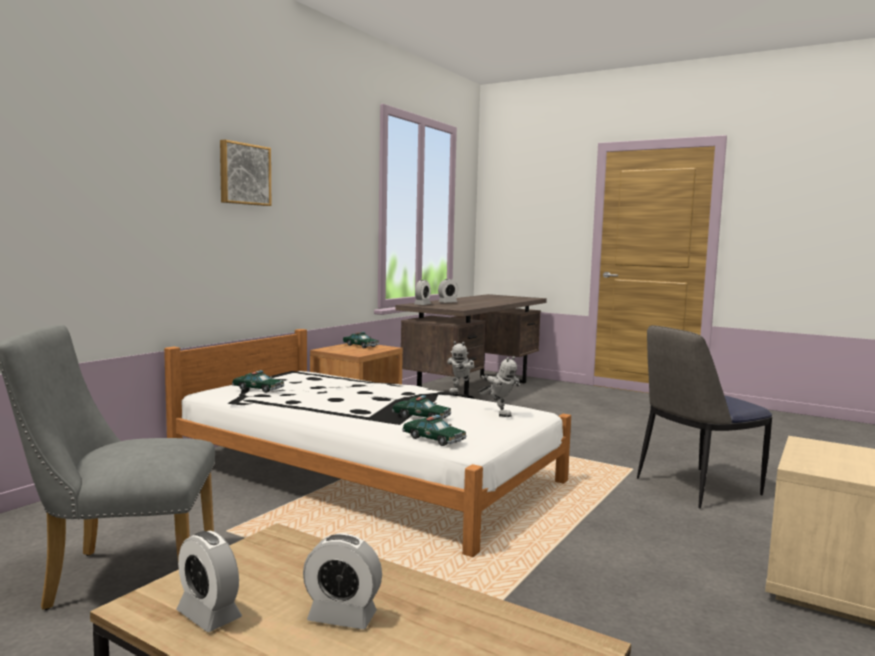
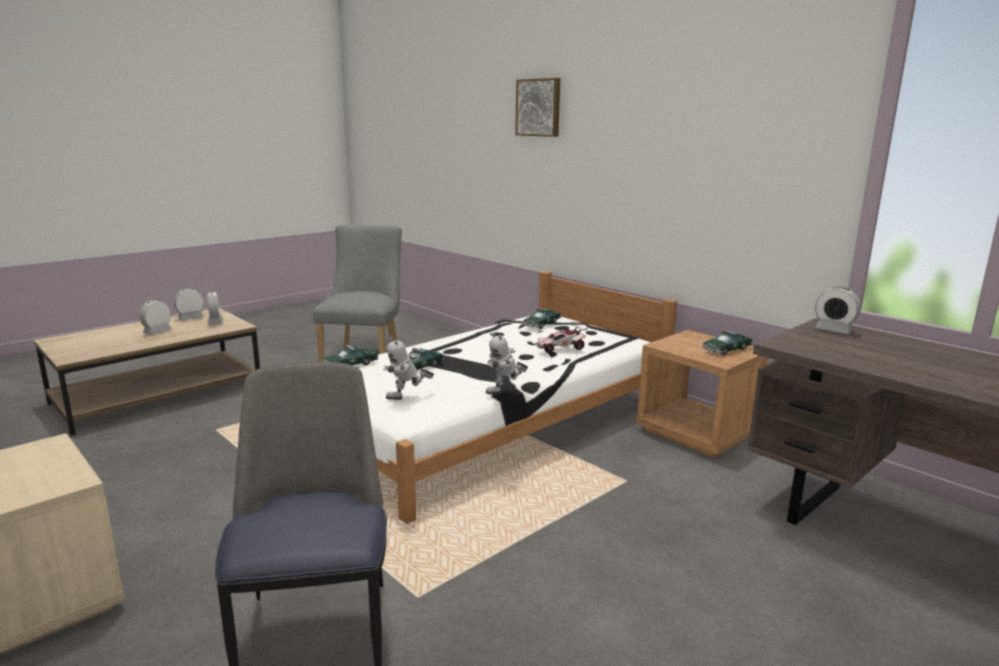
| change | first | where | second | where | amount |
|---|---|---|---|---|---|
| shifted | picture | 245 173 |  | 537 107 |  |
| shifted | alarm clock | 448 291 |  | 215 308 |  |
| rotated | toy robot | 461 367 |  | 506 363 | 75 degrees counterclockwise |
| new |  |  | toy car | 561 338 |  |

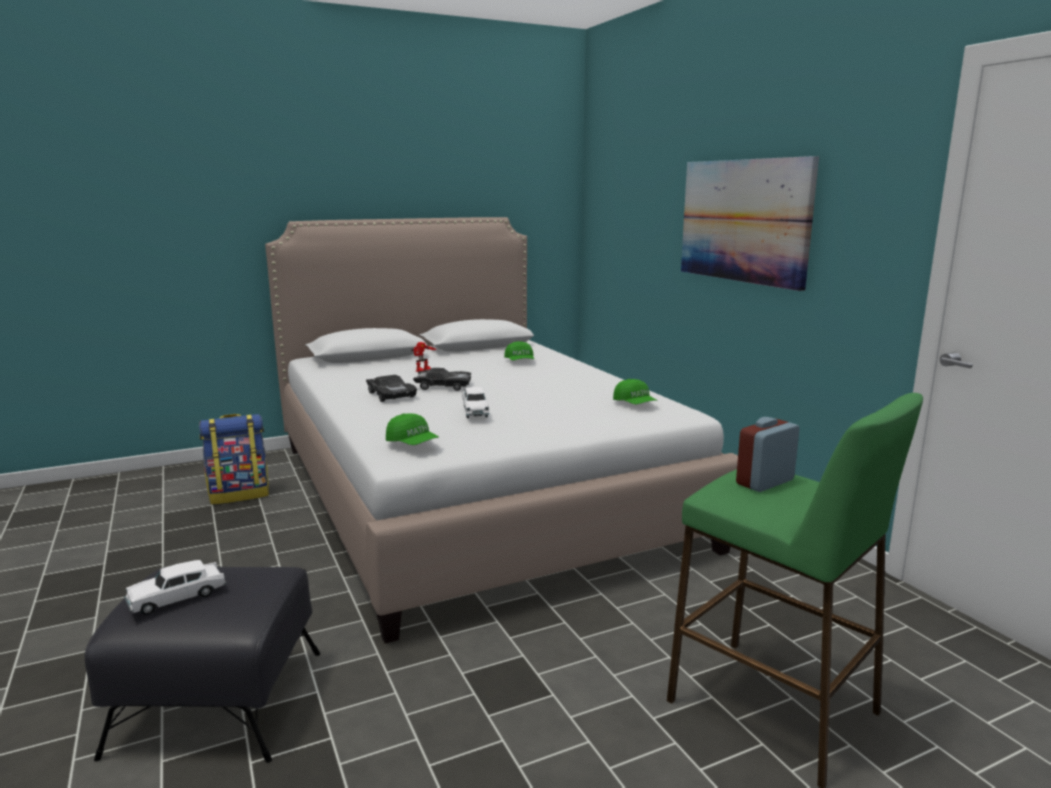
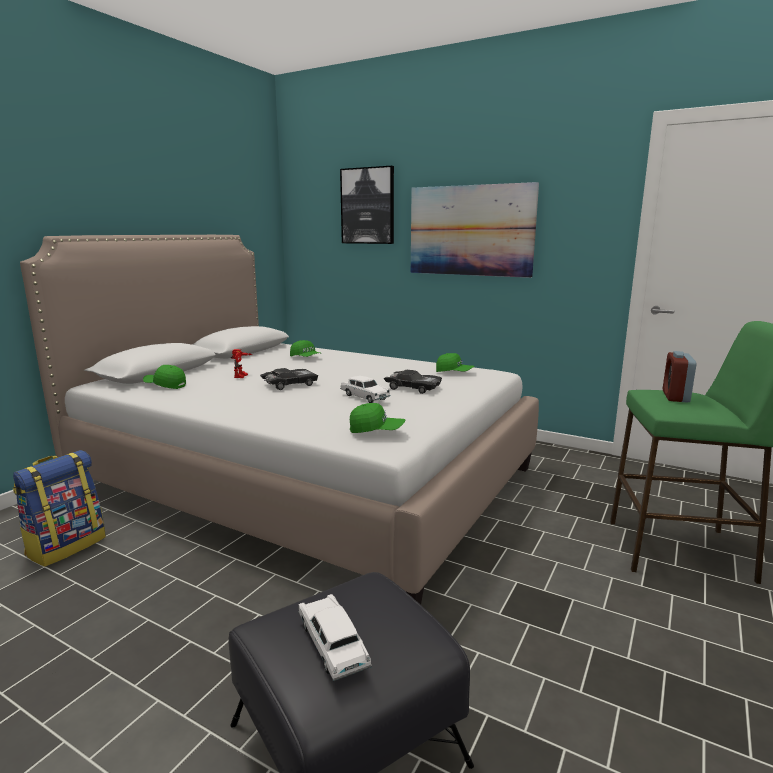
| change | first | where | second | where | amount |
|---|---|---|---|---|---|
| rotated | toy car (white) | 176 587 |  | 335 637 | 135 degrees clockwise |
| shifted | toy car (black) | 391 388 |  | 413 382 |  |
| new |  |  | cap (green) | 164 377 |  |
| new |  |  | picture | 367 205 |  |

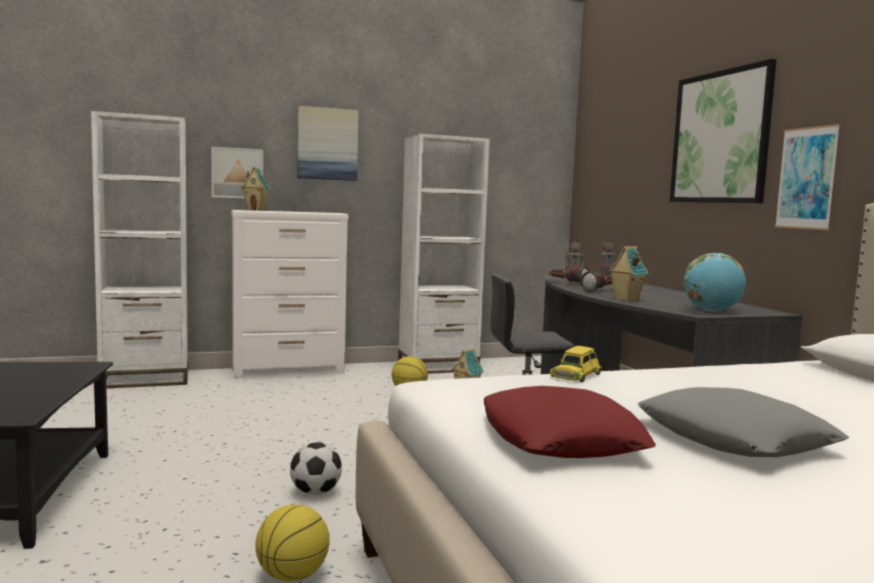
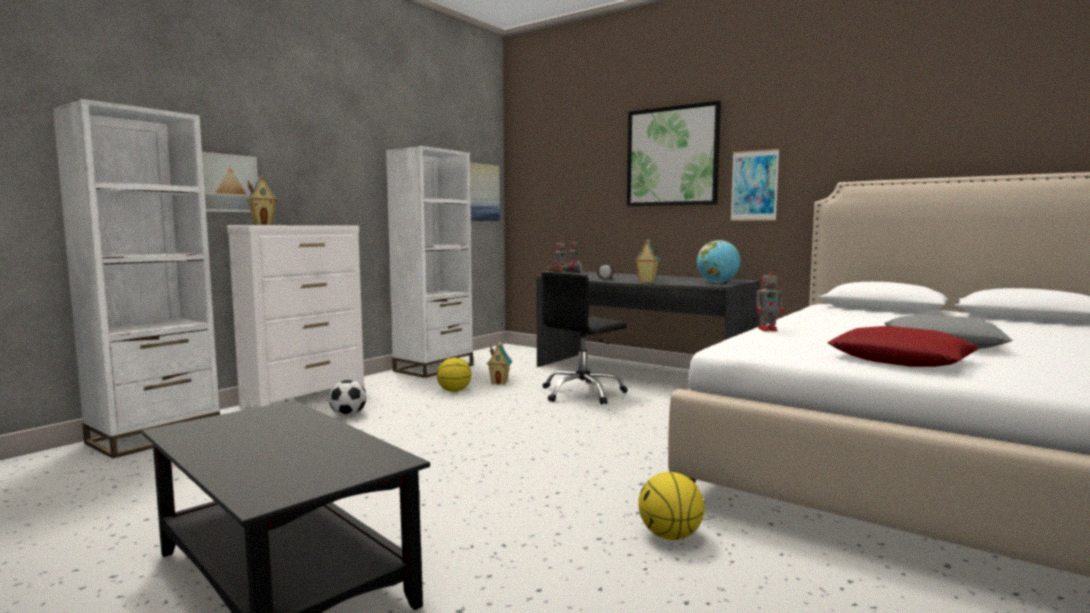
| change | first | where | second | where | amount |
|---|---|---|---|---|---|
| shifted | football | 316 468 |  | 347 398 |  |
| shifted | picture | 328 143 |  | 485 191 |  |
| swapped | toy car (yellow) | 576 364 | toy robot | 769 300 |  |

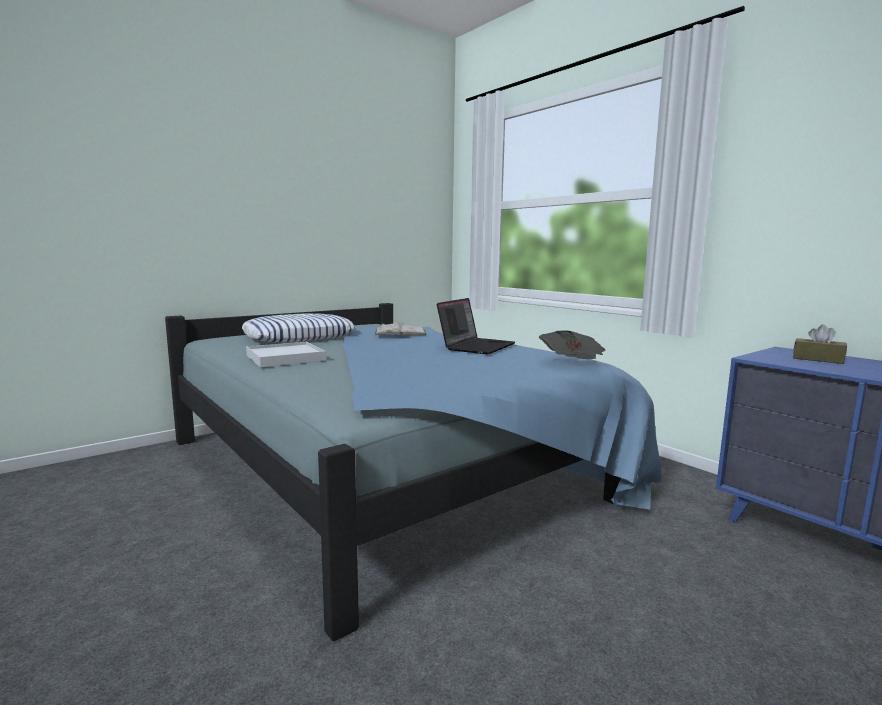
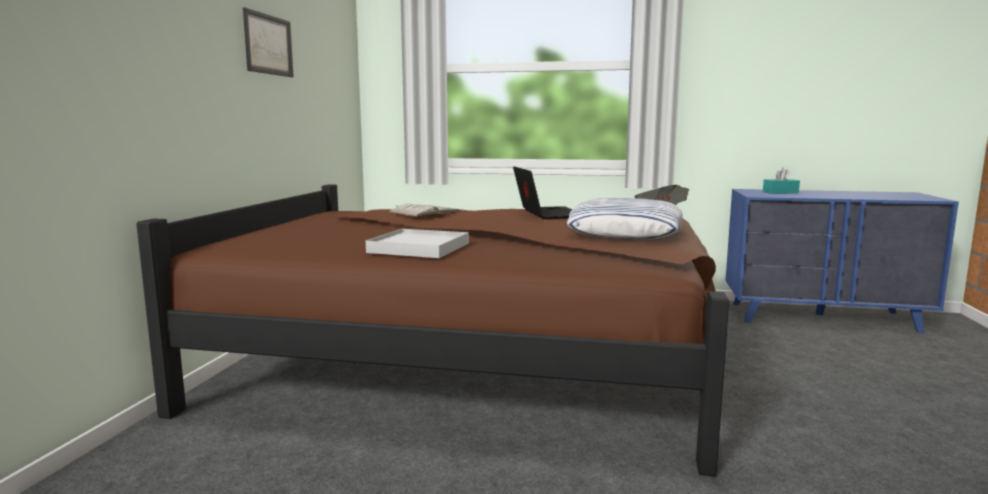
| change | first | where | second | where | amount |
|---|---|---|---|---|---|
| repainted | bed (blue) | 413 472 | bed (brown) | 432 330 |  |
| shifted | pillow | 298 328 |  | 625 218 |  |
| repainted | tissue box (brown) | 820 344 | tissue box (turquoise) | 781 180 |  |
| new |  |  | picture | 268 42 |  |

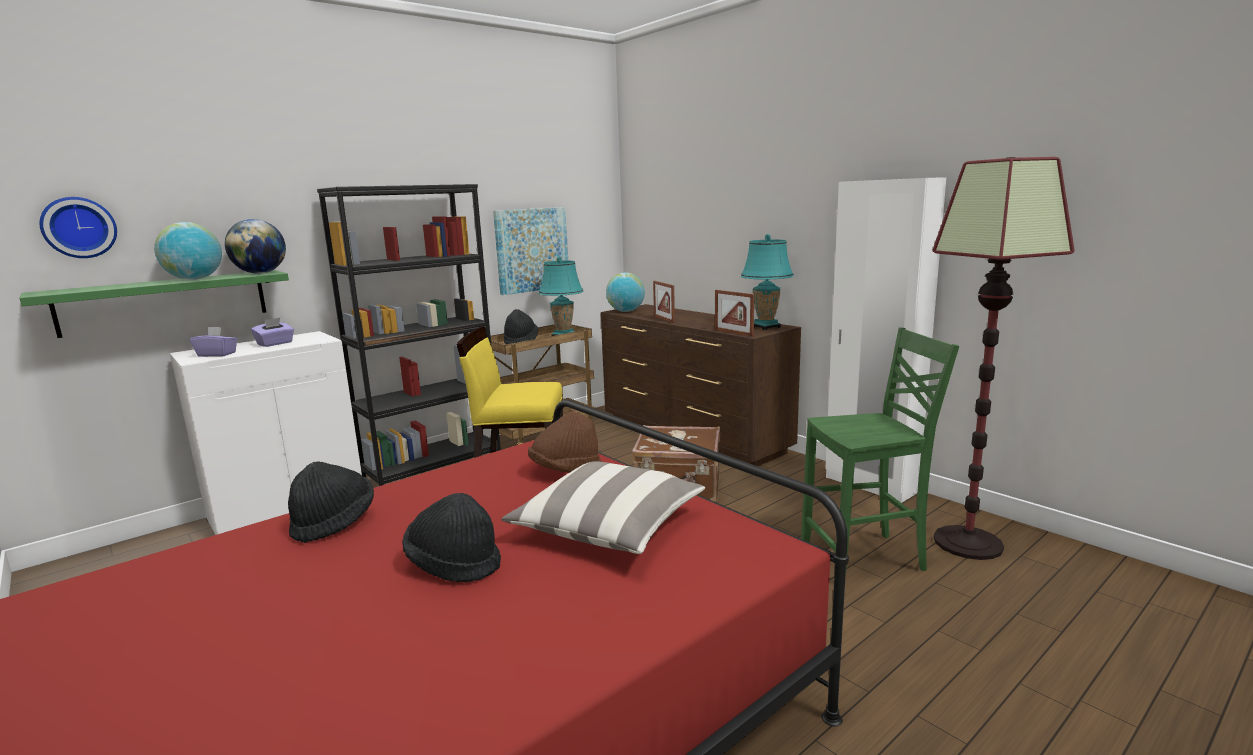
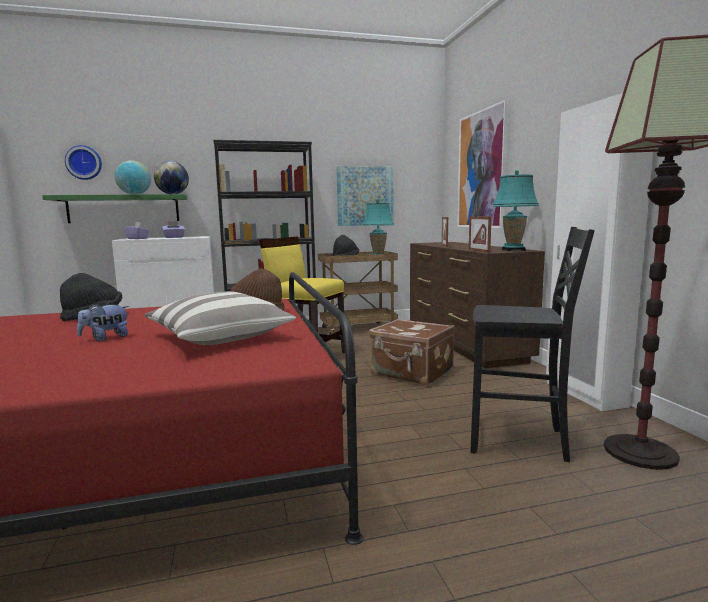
| change | first | where | second | where | amount |
|---|---|---|---|---|---|
| swapped | hat (black) | 451 537 | plush toy | 103 322 |  |
| gone | globe | 625 292 |  |  |  |
| repainted | chair (green) | 880 452 | chair (black) | 533 344 |  |
| new |  |  | picture | 483 164 |  |

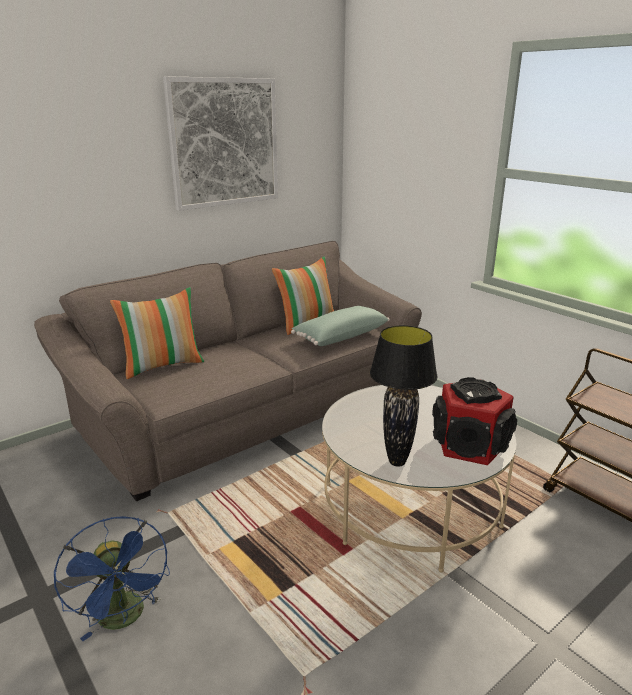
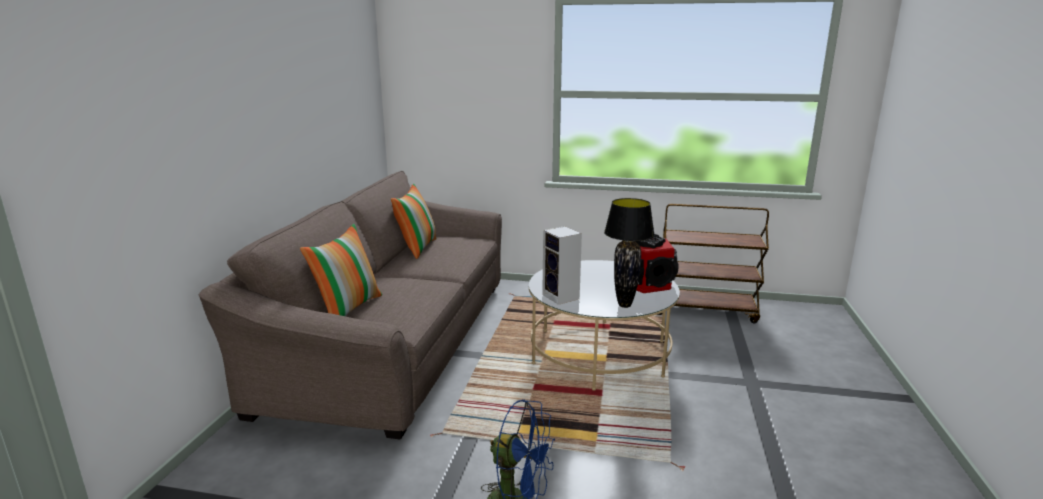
| change | first | where | second | where | amount |
|---|---|---|---|---|---|
| gone | picture | 220 143 |  |  |  |
| gone | pillow (green) | 340 326 |  |  |  |
| new |  |  | speaker | 562 265 |  |

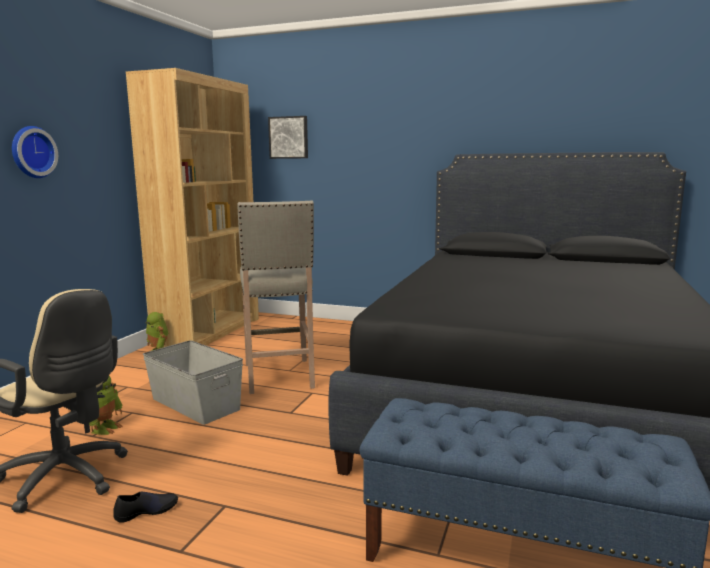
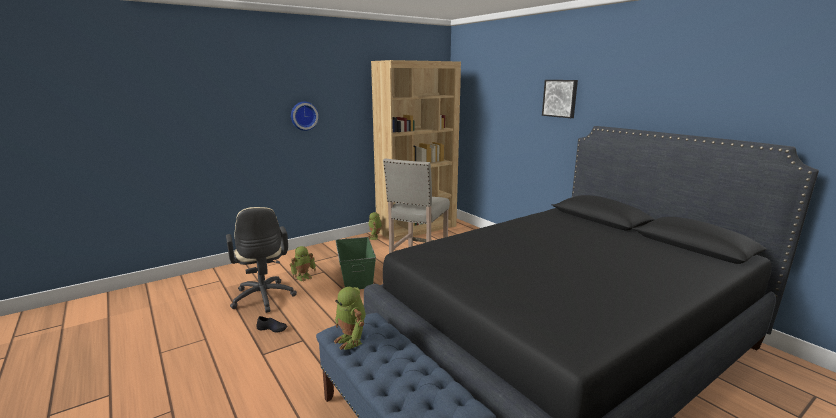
| change | first | where | second | where | amount |
|---|---|---|---|---|---|
| repainted | storage box (grey) | 193 382 | storage box (green) | 356 263 |  |
| shifted | picture | 288 137 |  | 560 99 |  |
| new |  |  | toy robot | 350 318 |  |

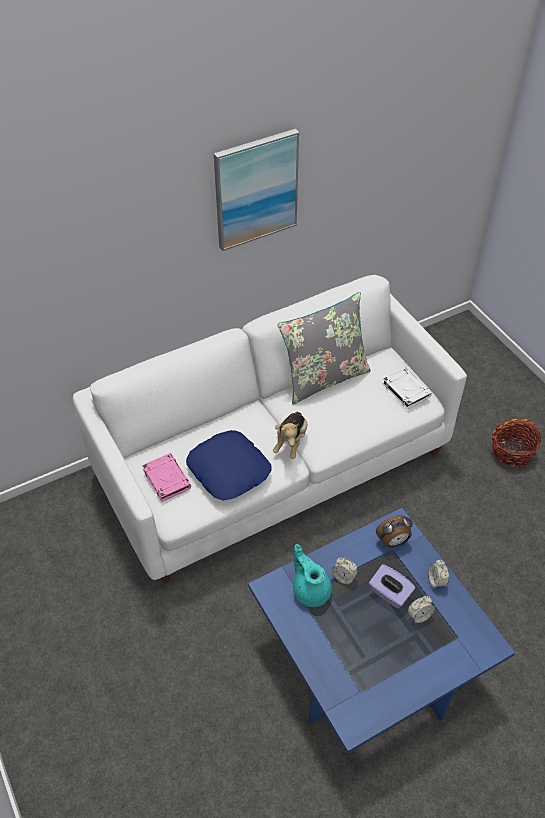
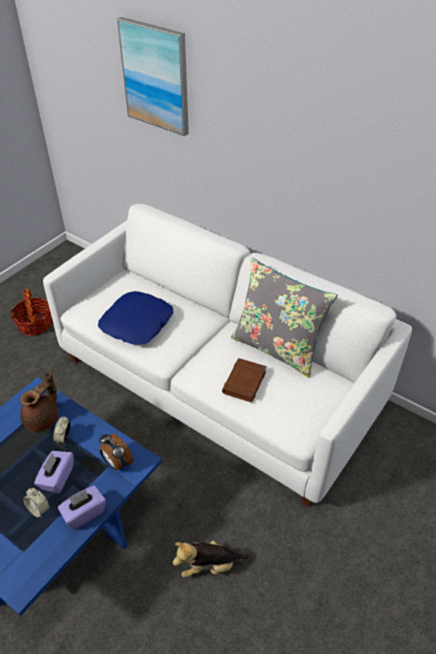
| change | first | where | second | where | amount |
|---|---|---|---|---|---|
| gone | book (pink) | 166 477 |  |  |  |
| shifted | picture | 256 190 |  | 153 76 |  |
| shifted | plush toy | 290 435 |  | 211 559 |  |
| repainted | teapot (turquoise) | 312 575 | teapot (brown) | 39 401 |  |
| gone | book (white) | 407 388 |  |  |  |
| swapped | alarm clock | 438 574 | tissue box (purple) | 82 507 |  |
| shifted | basket | 517 442 |  | 32 312 |  |
| new |  |  | book (brown) | 244 380 |  |

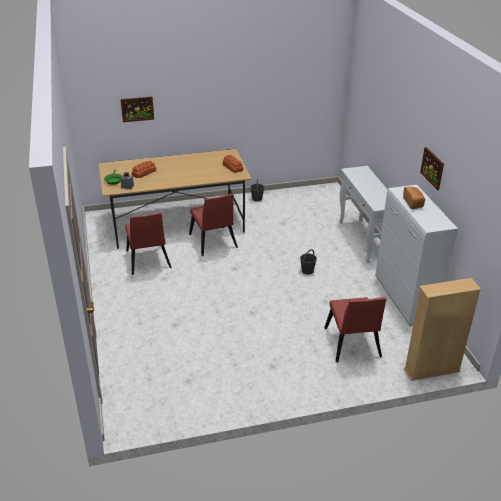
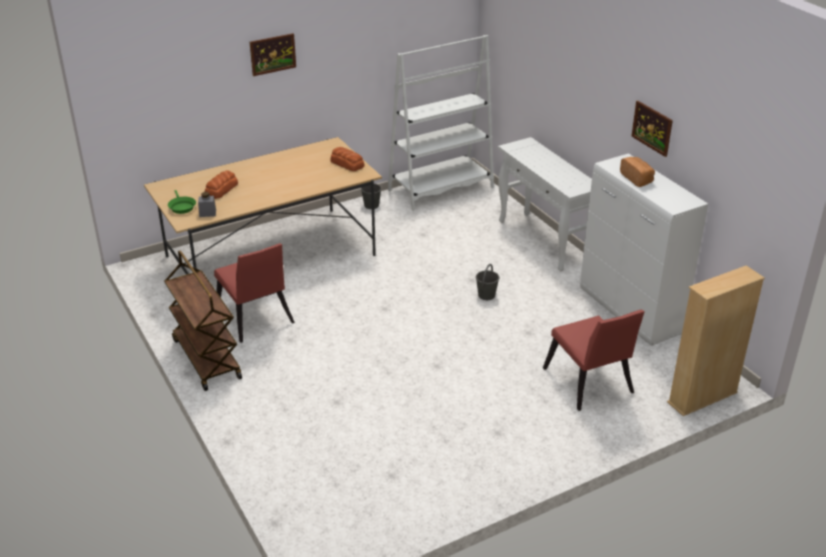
| change | first | where | second | where | amount |
|---|---|---|---|---|---|
| shifted | picture | 137 109 |  | 273 54 |  |
| gone | chair (red) | 213 225 |  |  |  |
| new |  |  | cart (brown) | 203 320 |  |
| new |  |  | bookcase (white) | 441 123 |  |

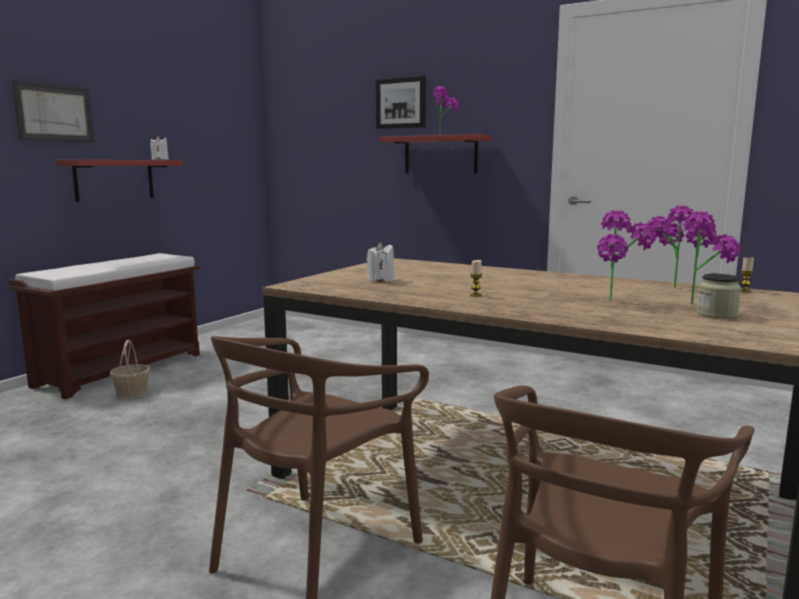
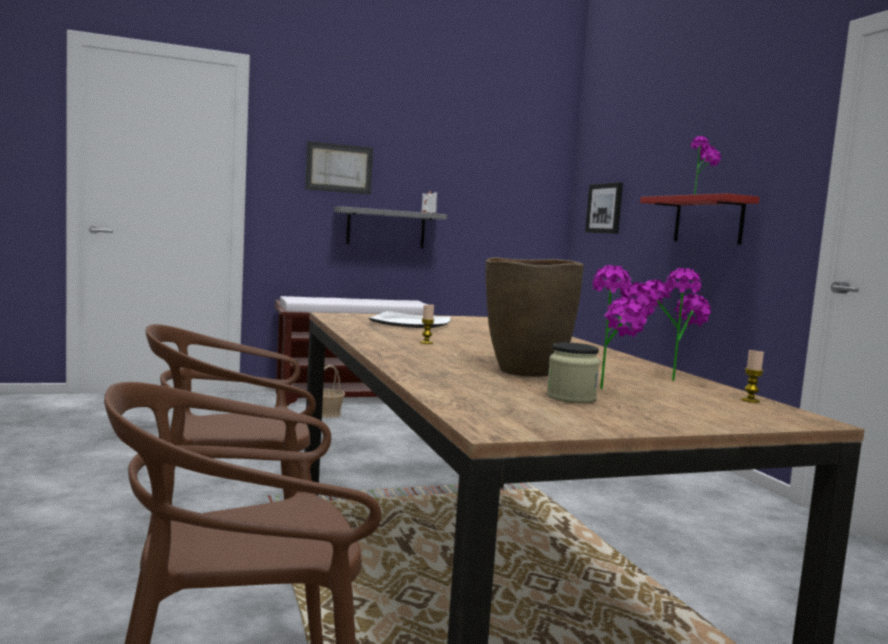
| change | first | where | second | where | amount |
|---|---|---|---|---|---|
| repainted | shelf (red) | 120 181 | shelf (grey) | 390 227 |  |
| swapped | candle (white) | 380 262 | plate | 409 319 |  |
| shifted | picture | 401 102 |  | 604 208 |  |
| swapped | potted plant | 626 255 | vase (brown) | 535 317 |  |

